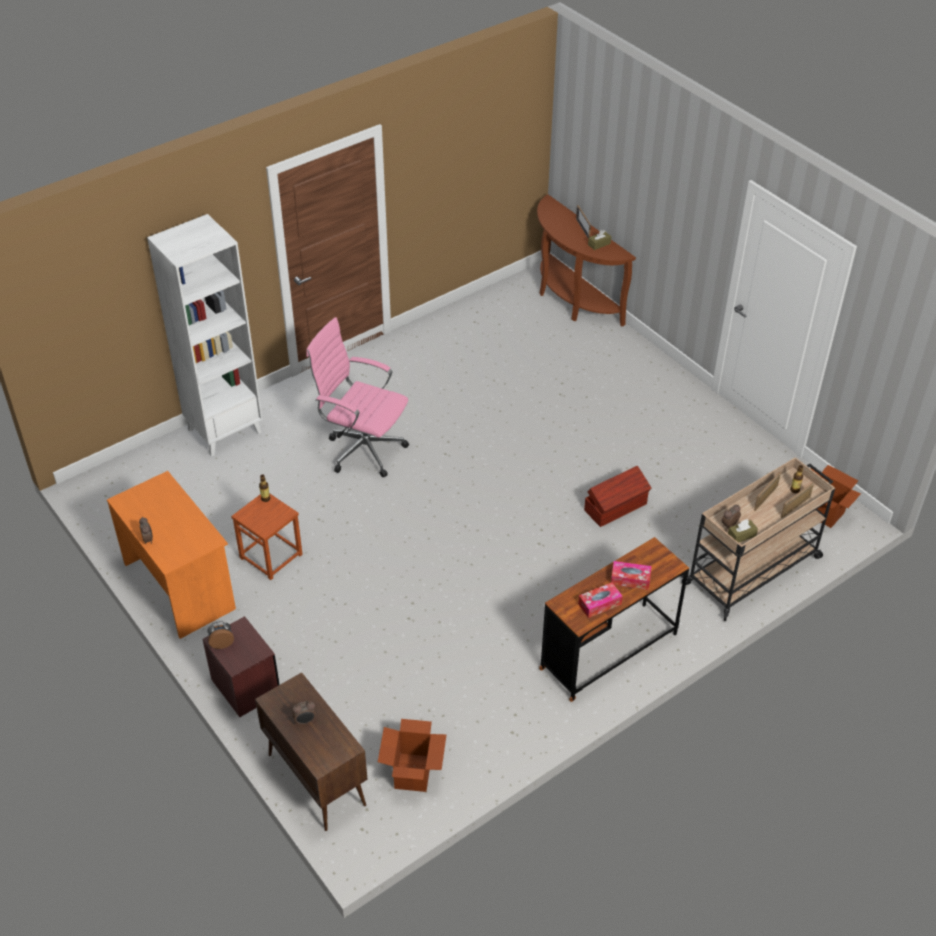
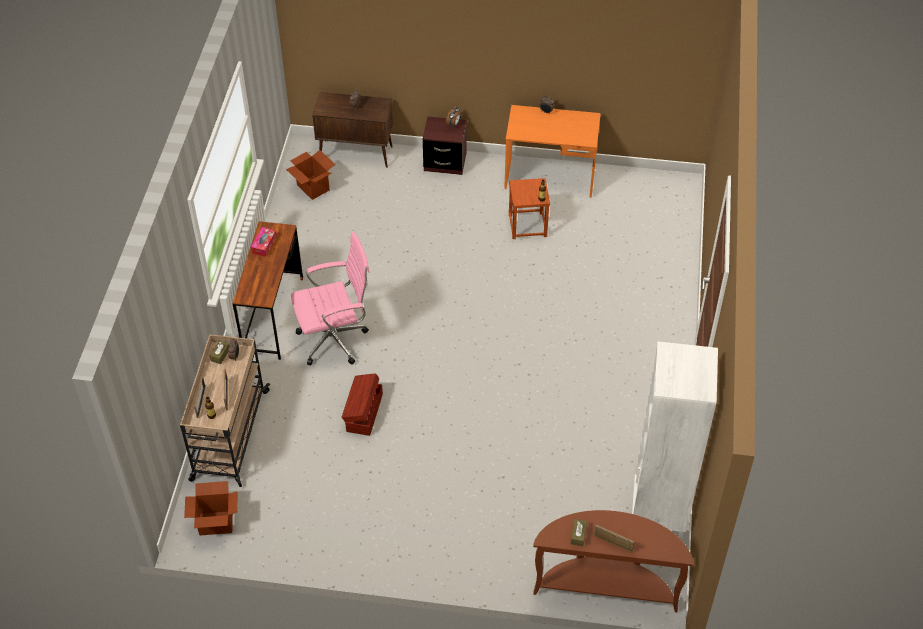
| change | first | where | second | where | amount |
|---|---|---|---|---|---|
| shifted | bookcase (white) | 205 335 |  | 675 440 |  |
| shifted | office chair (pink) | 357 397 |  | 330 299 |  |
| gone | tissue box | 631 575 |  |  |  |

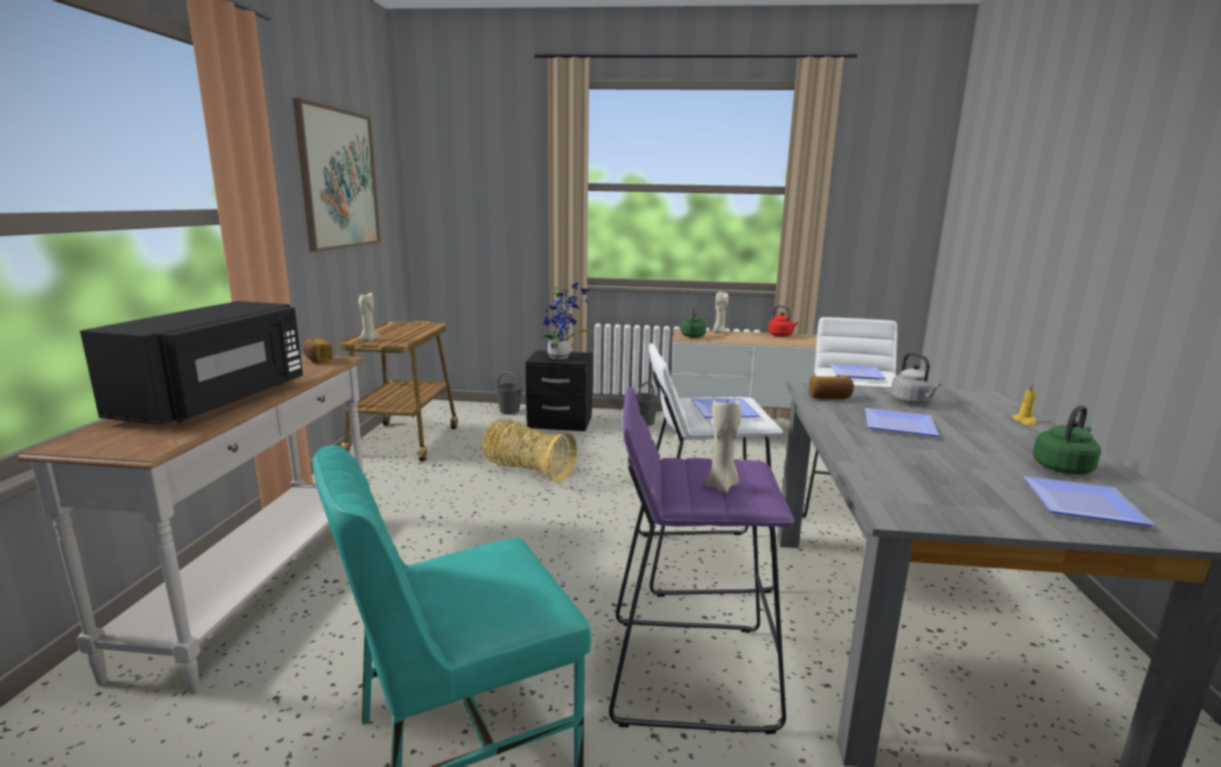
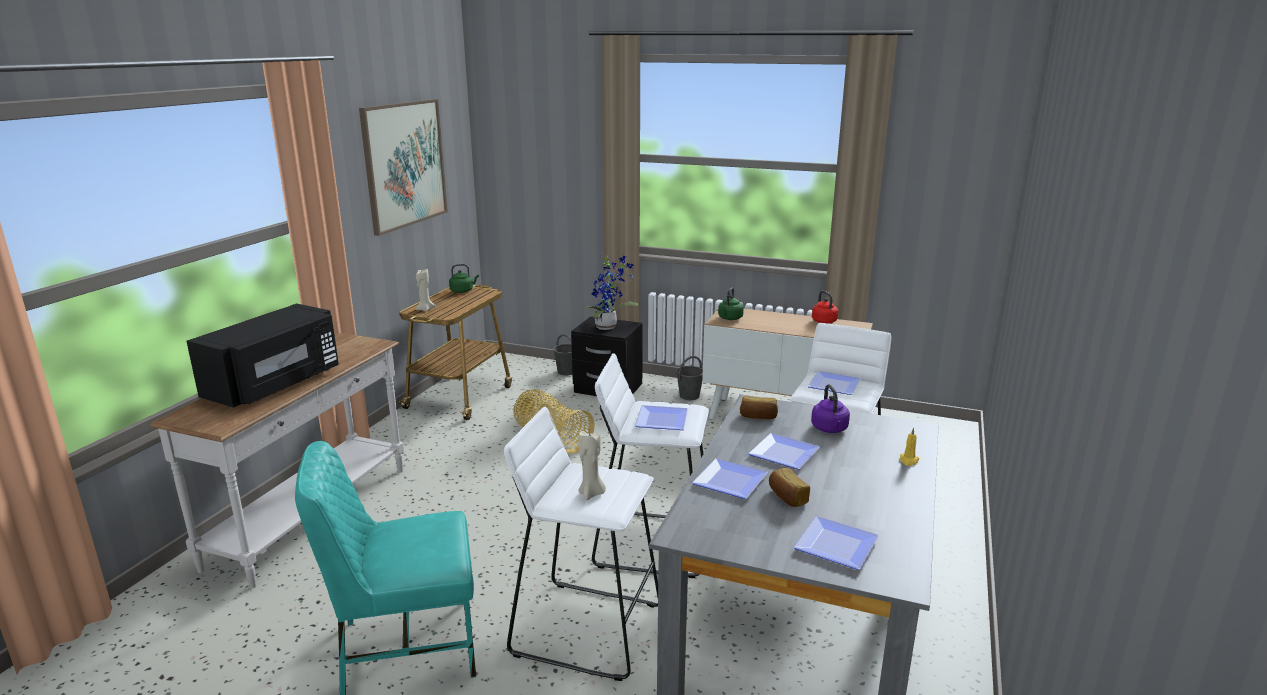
| change | first | where | second | where | amount |
|---|---|---|---|---|---|
| shifted | bread | 318 350 |  | 789 487 |  |
| repainted | stool (purple) | 702 560 | stool (white) | 581 544 |  |
| gone | candle (beige) | 720 312 |  |  |  |
| repainted | kettle (grey) | 916 378 | kettle (purple) | 830 408 |  |
| shifted | kettle (green) | 1067 440 |  | 464 278 |  |
| new |  |  | plate | 730 478 |  |

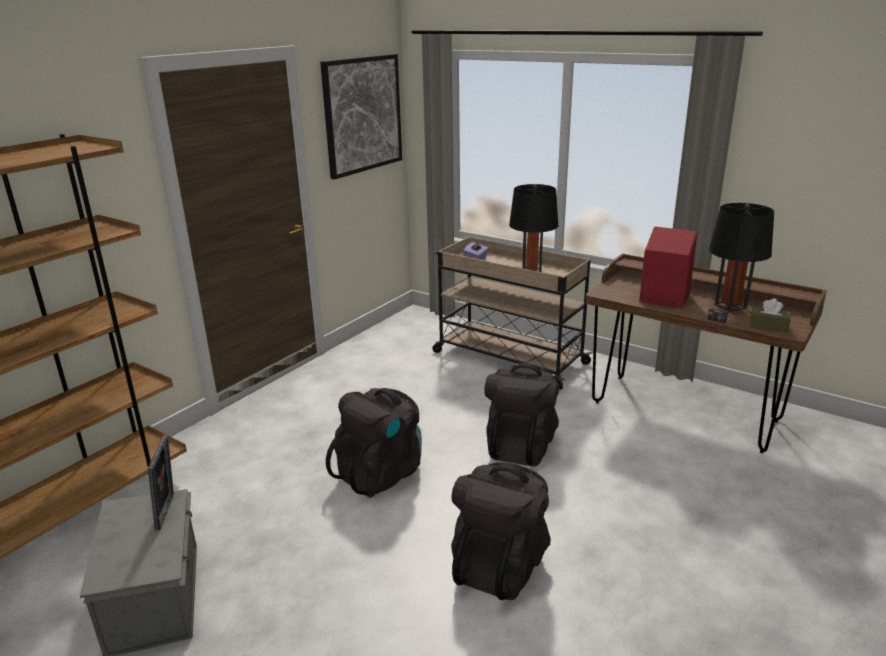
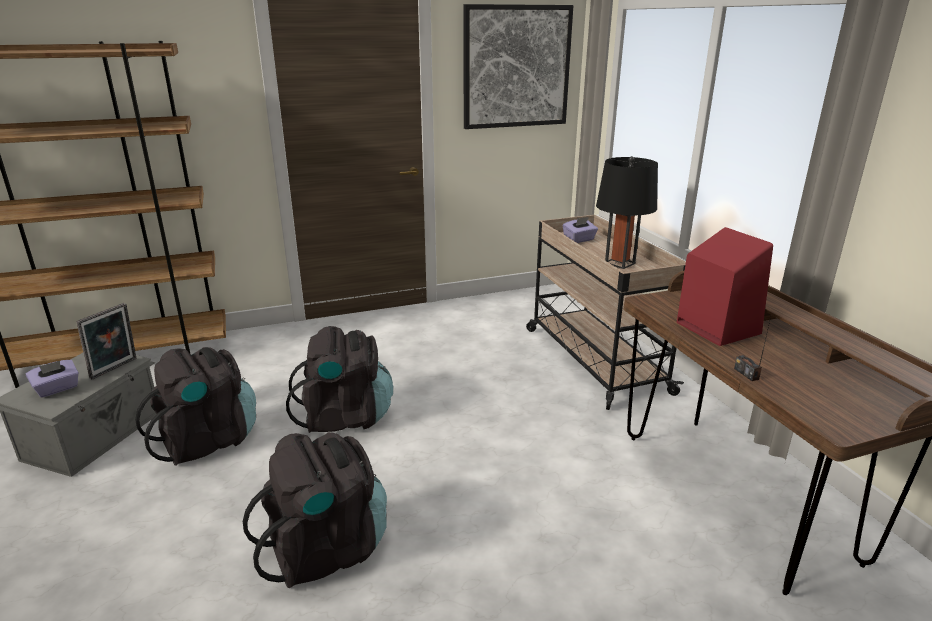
| change | first | where | second | where | amount |
|---|---|---|---|---|---|
| shifted | backpack (black) | 521 414 |  | 195 406 |  |
| gone | table lamp (black) | 741 257 |  |  |  |
| gone | tissue box (brown) | 770 316 |  |  |  |
| new |  |  | tissue box (purple) | 52 379 |  |

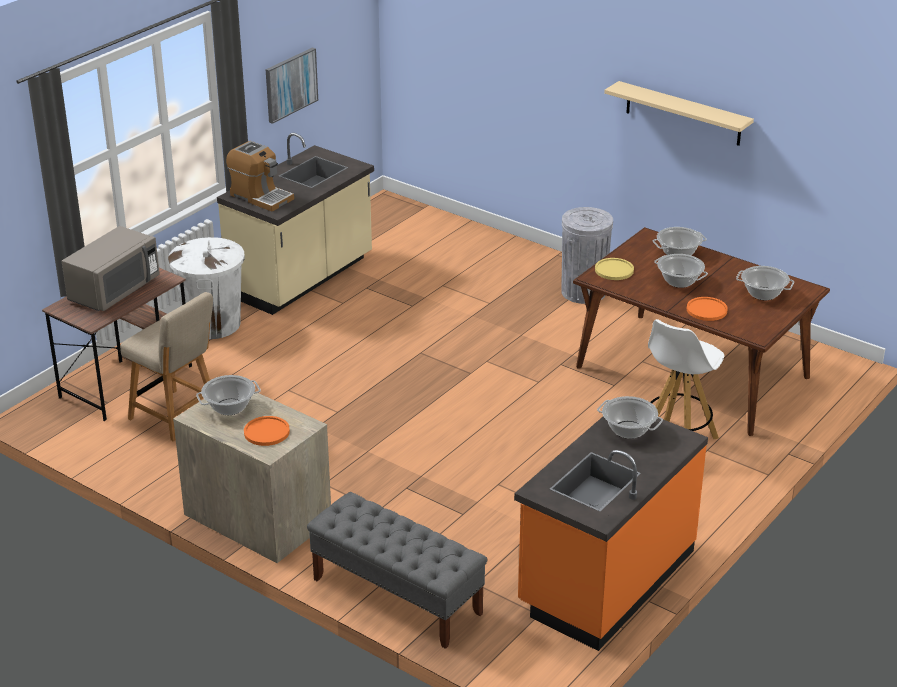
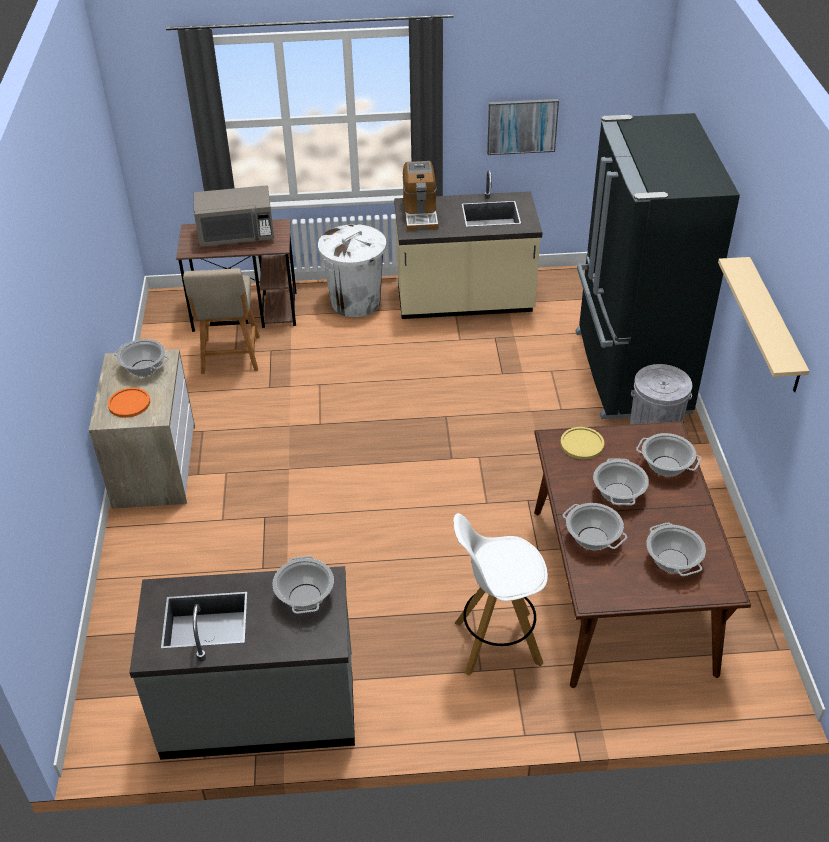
| change | first | where | second | where | amount |
|---|---|---|---|---|---|
| gone | bench (grey) | 397 570 |  |  |  |
| repainted | counter (orange) | 611 533 | counter (grey) | 242 663 |  |
| swapped | plate (orange) | 707 309 | cooking pot | 594 526 |  |
| new |  |  | fridge (black) | 658 266 |  |

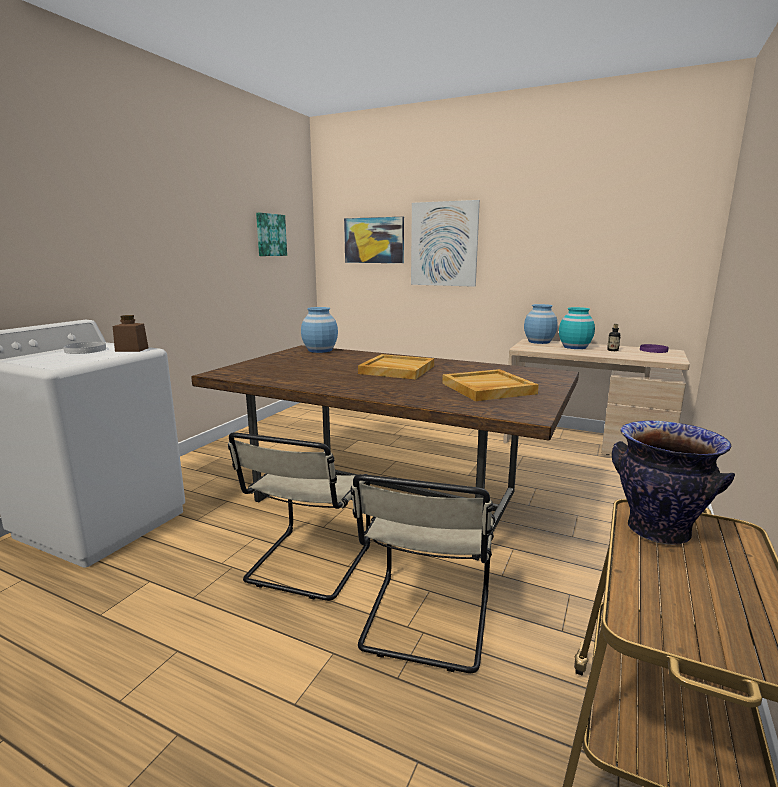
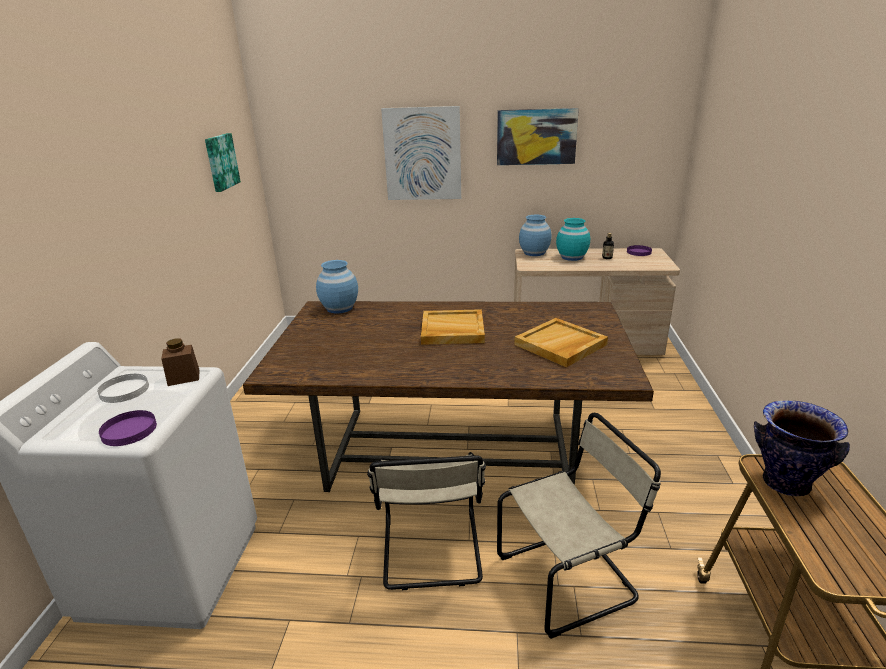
| change | first | where | second | where | amount |
|---|---|---|---|---|---|
| shifted | picture | 374 240 |  | 538 136 |  |
| rotated | chair (beige) | 423 573 |  | 579 526 | 105 degrees counterclockwise |
| new |  |  | plate (purple) | 128 428 |  |

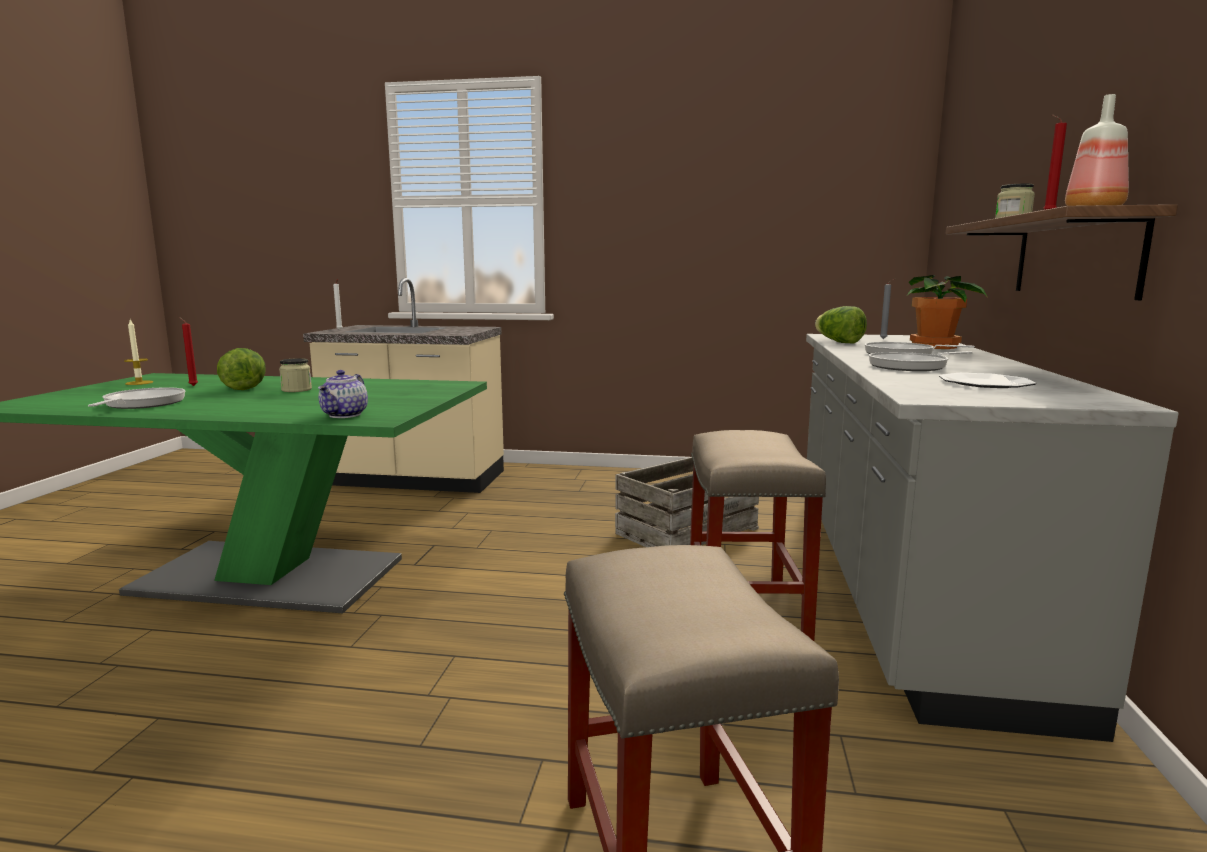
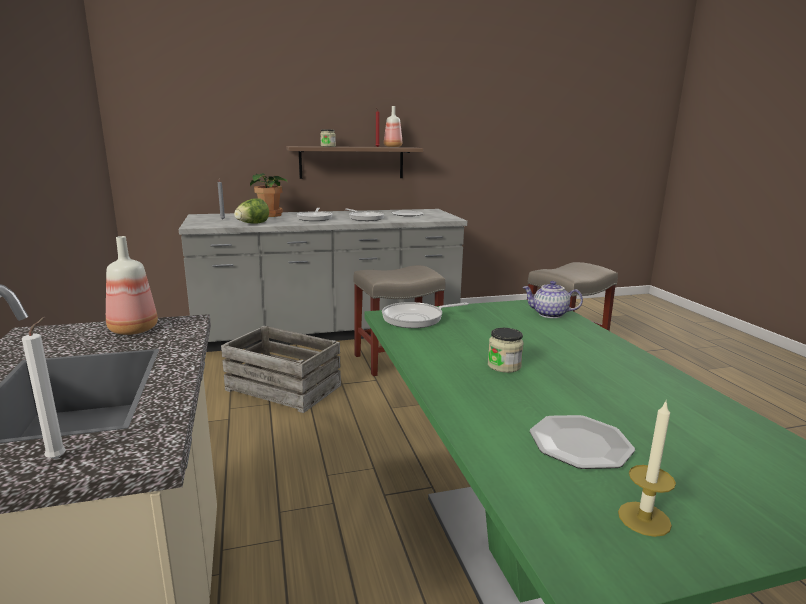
| change | first | where | second | where | amount |
|---|---|---|---|---|---|
| shifted | frying pan | 136 398 |  | 425 315 |  |
| swapped | candle (red) | 188 351 | plate | 582 442 |  |
| gone | lettuce | 241 369 |  |  |  |
| rotated | teapot | 343 394 |  | 552 299 | 150 degrees counterclockwise |
| new |  |  | bottle | 132 285 |  |

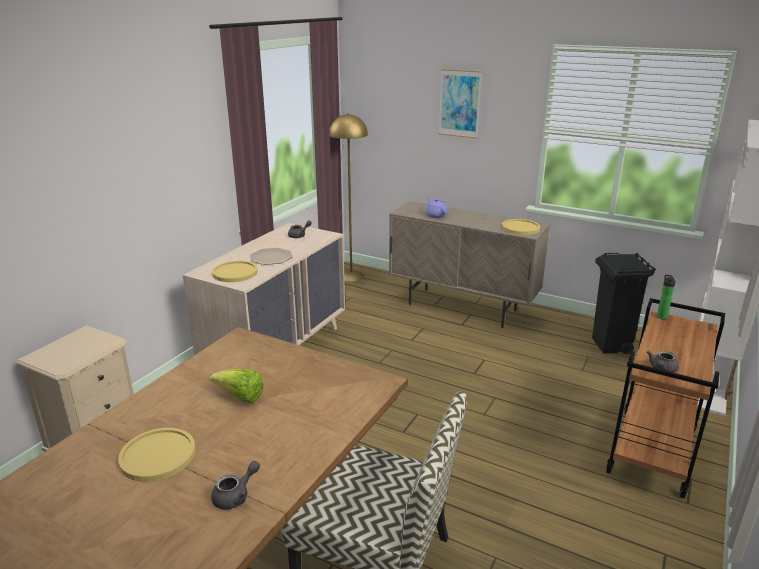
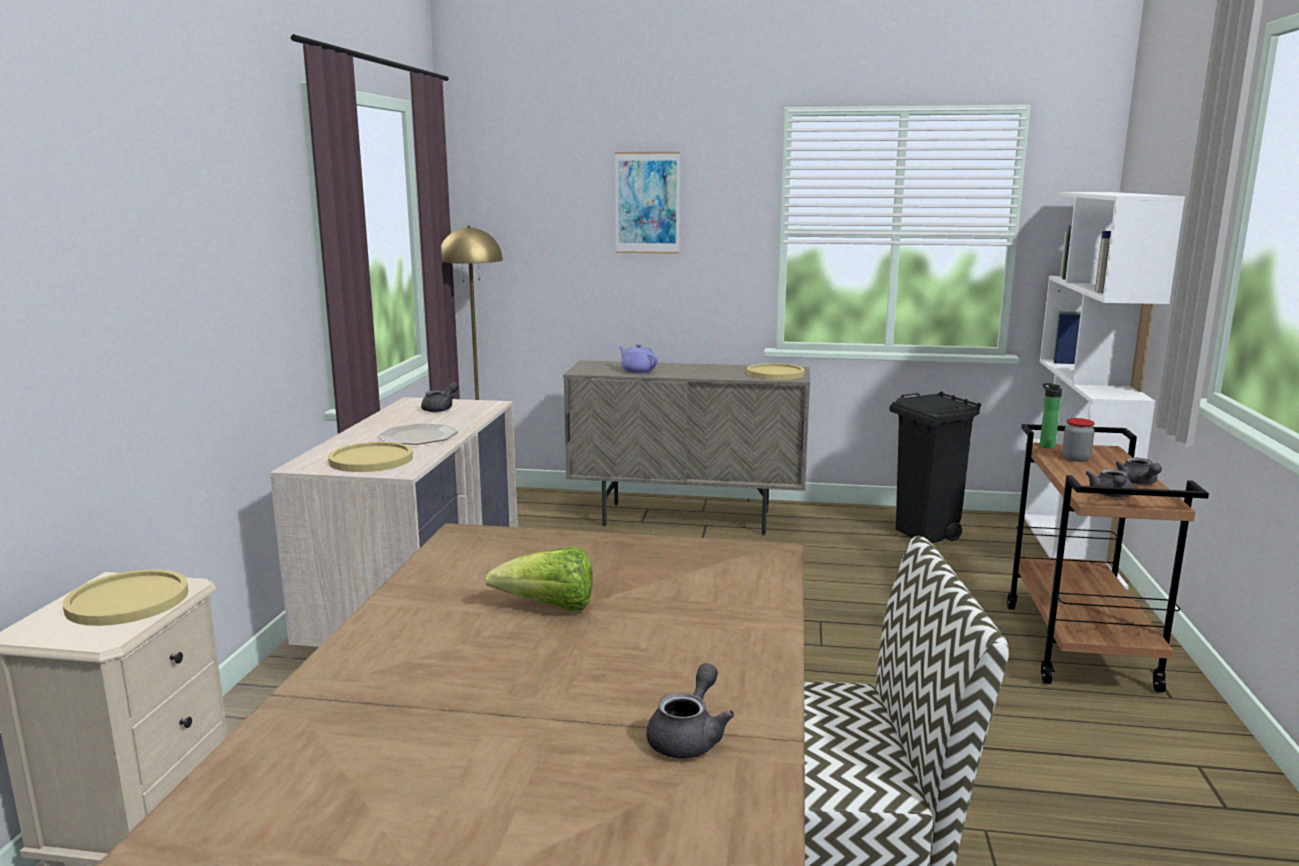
| change | first | where | second | where | amount |
|---|---|---|---|---|---|
| shifted | plate (yellow) | 157 455 |  | 126 597 |  |
| new |  |  | jar | 1078 440 |  |
| new |  |  | teapot (grey) | 1138 471 |  |

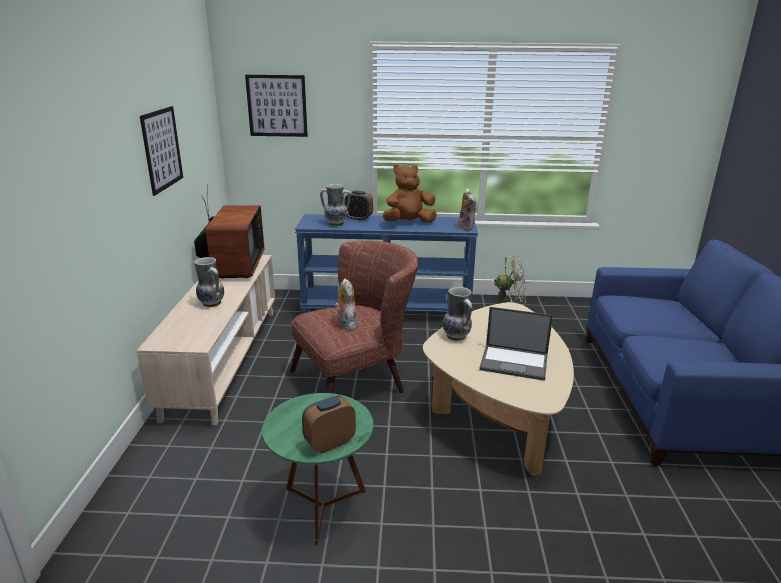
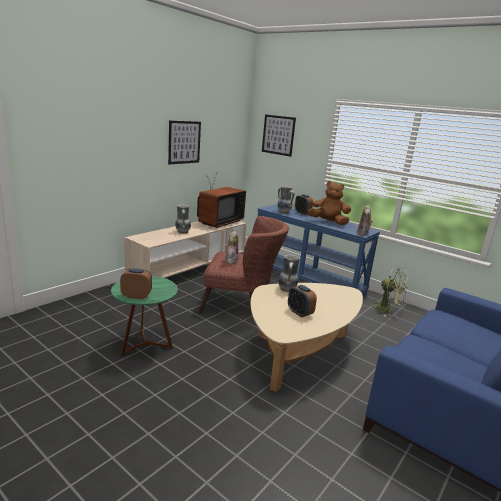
| change | first | where | second | where | amount |
|---|---|---|---|---|---|
| swapped | laptop | 516 344 | alarm clock | 302 301 |  |

